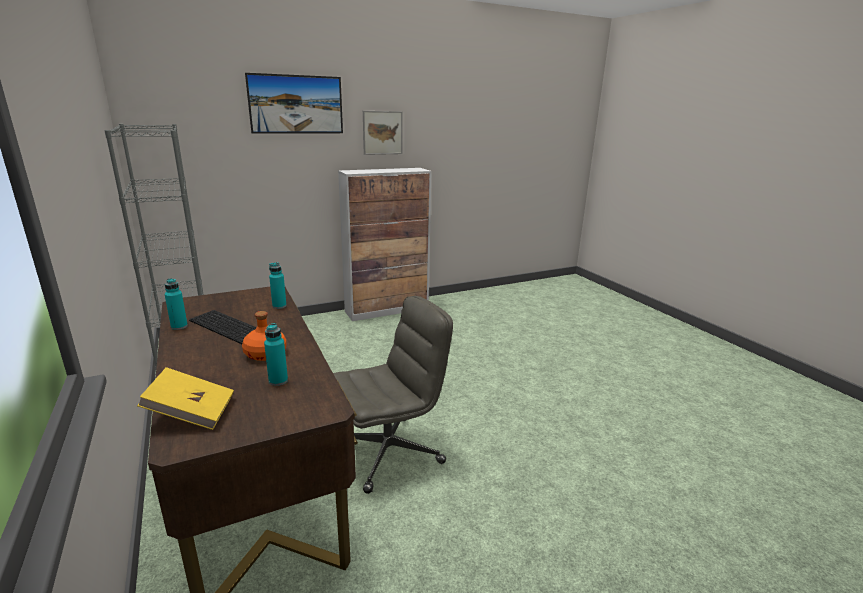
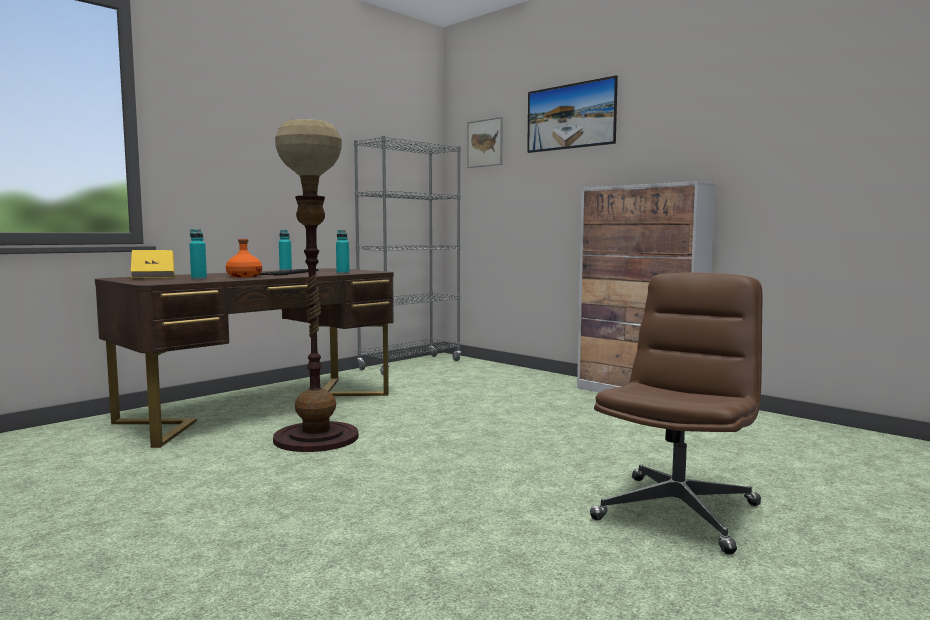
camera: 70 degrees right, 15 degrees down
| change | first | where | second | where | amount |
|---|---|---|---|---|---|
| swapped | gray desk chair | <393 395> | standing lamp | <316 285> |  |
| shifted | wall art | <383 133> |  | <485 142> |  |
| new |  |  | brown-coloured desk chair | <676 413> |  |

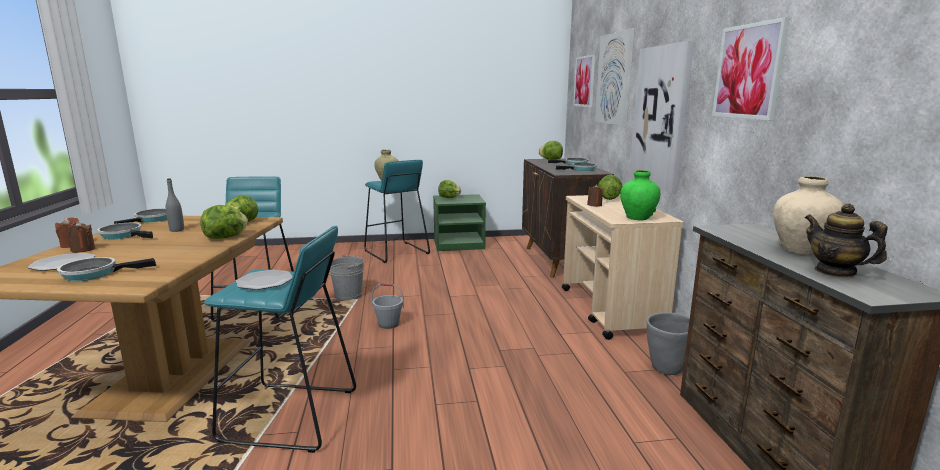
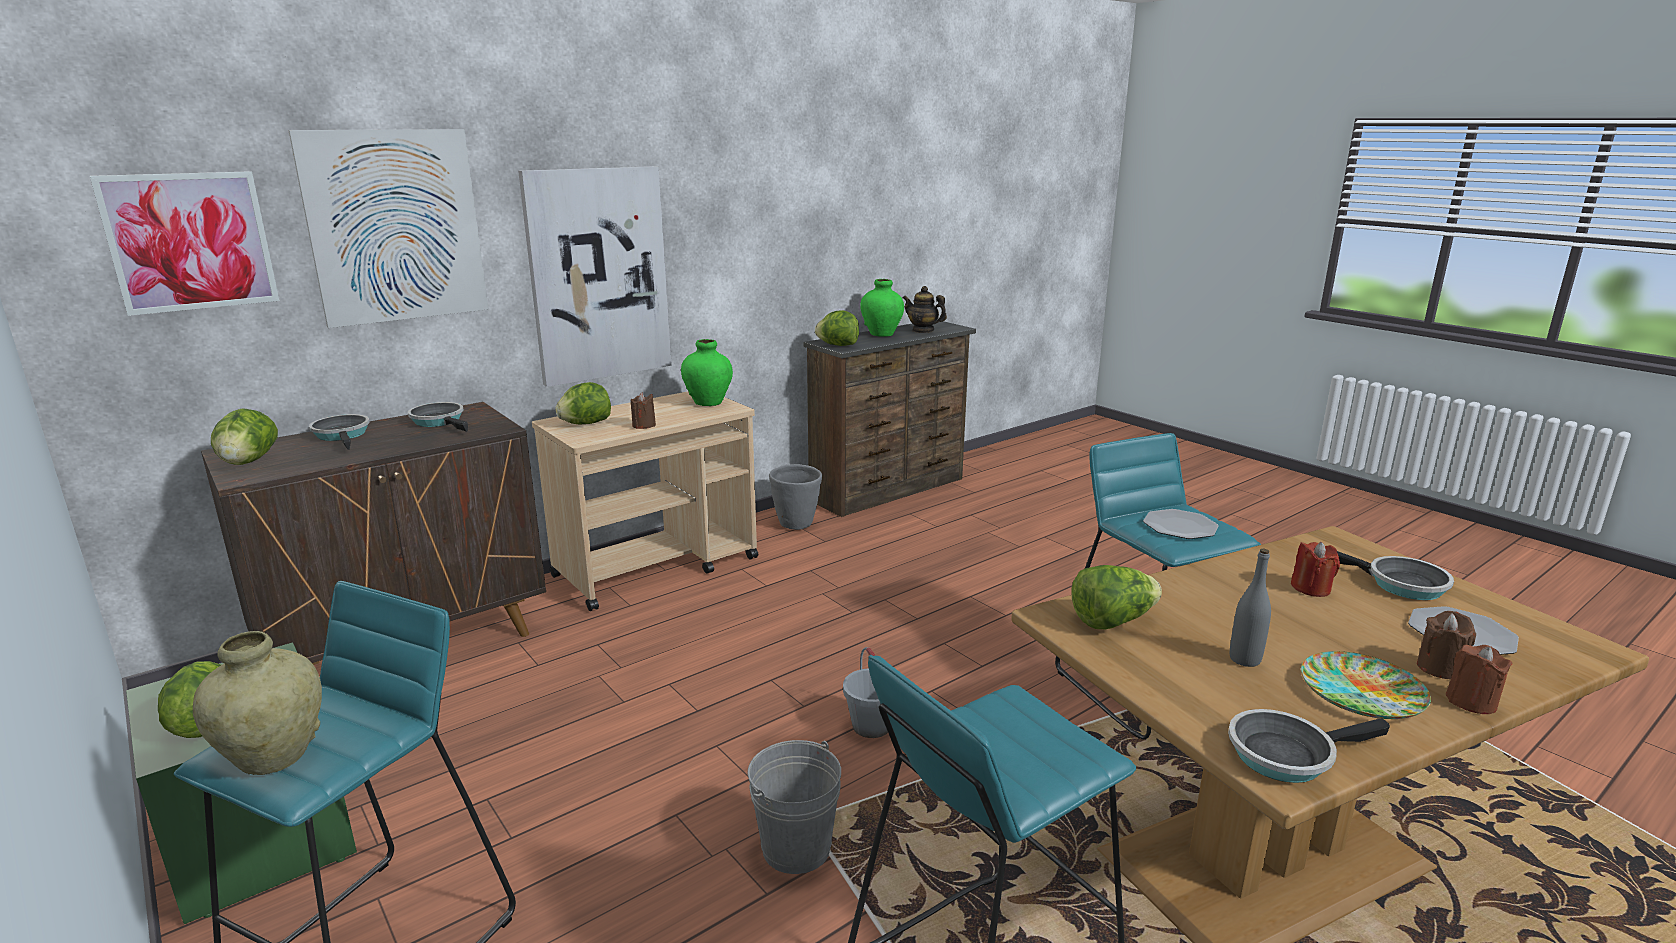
camera: 120 degrees left, 5 degrees up
| change | first | where | second | where | amount |
|---|---|---|---|---|---|
| shifted | head of lettuce | <224 222> |  | <837 328> |  |
| repainted | beige decorative vase | <808 215> | green-coloured decorative vase | <882 308> |  |
| rotated | pot for tea | <846 240> |  | <925 309> | 90 degrees clockwise |
| new |  |  | red wax candle | <1315 569> |  |
| swapped | frying pan | <125 231> | plate | <1366 685> |  |
| gone | wall art | <751 68> |  |  |  |

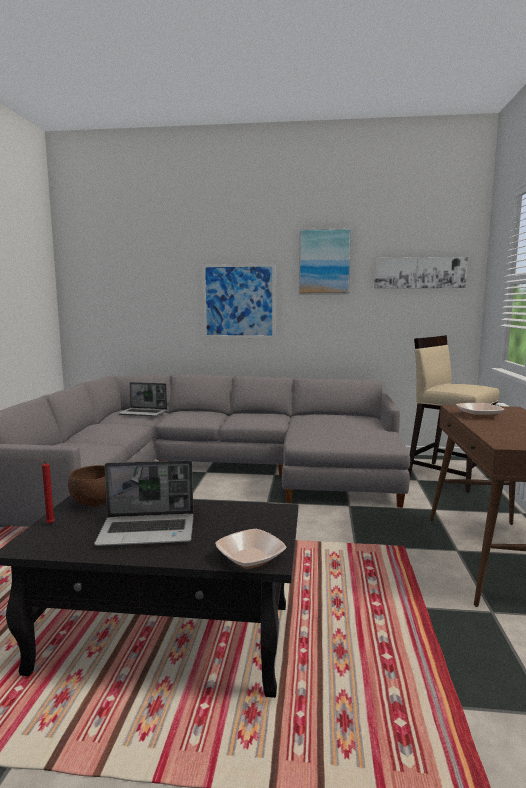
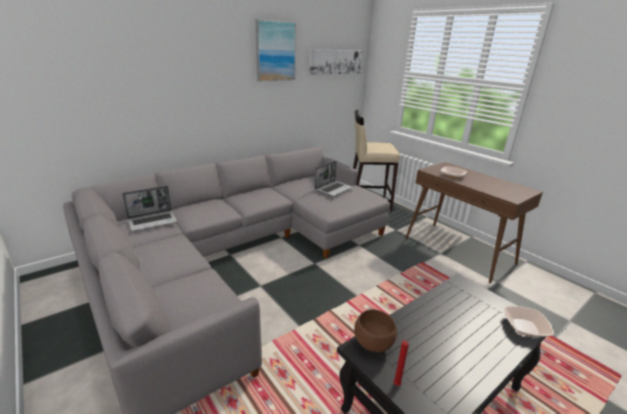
camera: 45 degrees left, 15 degrees up
| change | first | where | second | where | amount |
|---|---|---|---|---|---|
| shifted | portable computer | <144 503> |  | <334 178> |  |
| gone | wall art | <238 301> |  |  |  |

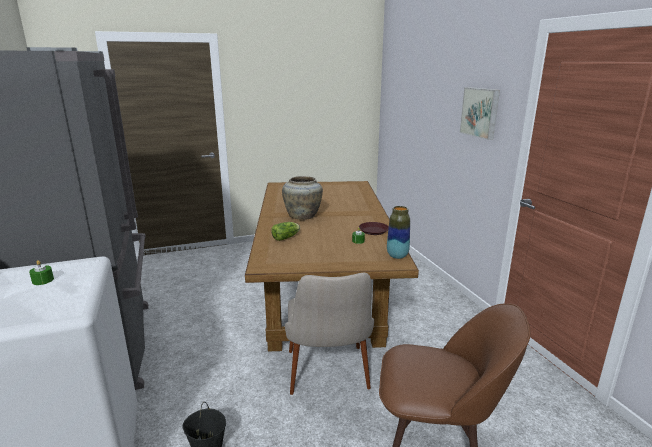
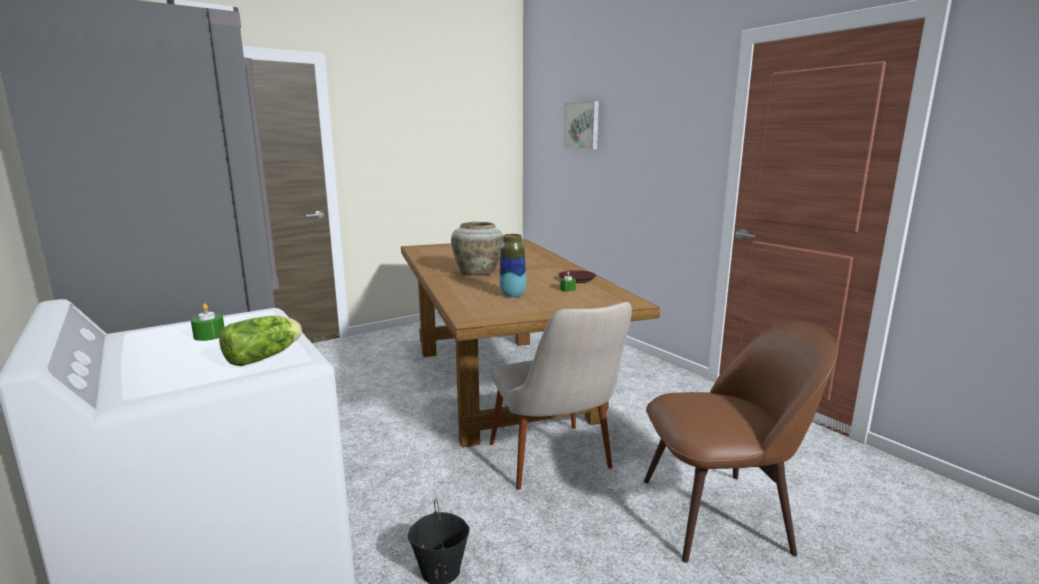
camera: 15 degrees left, 5 degrees down
| change | first | where | second | where | amount |
|---|---|---|---|---|---|
| shifted | head of lettuce | <285 231> |  | <260 341> |  |
| shifted | decorative vase | <398 232> |  | <512 265> |  |
| shifted | wall art | <479 113> |  | <581 125> |  |

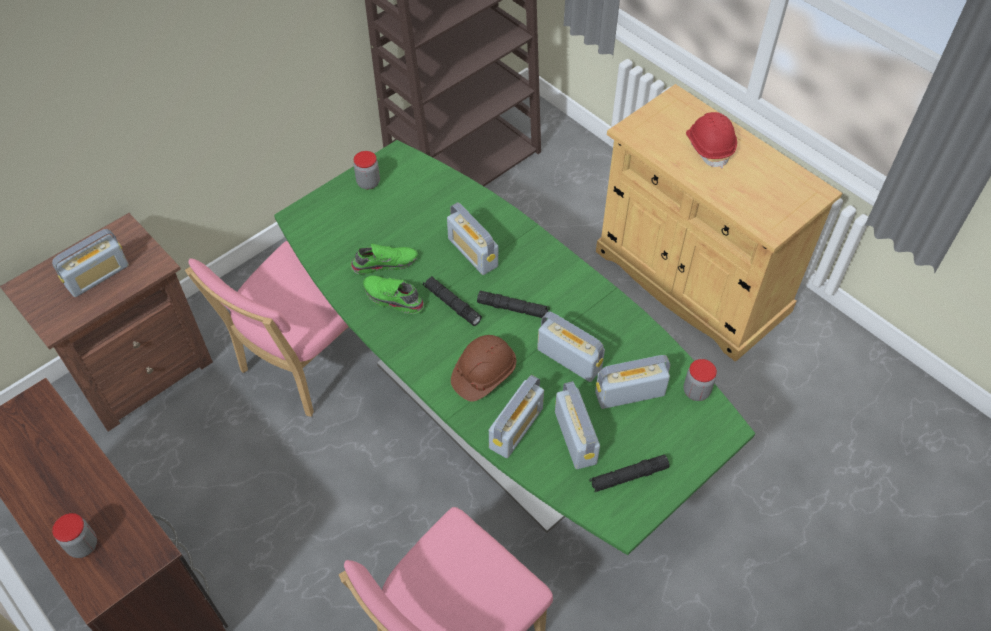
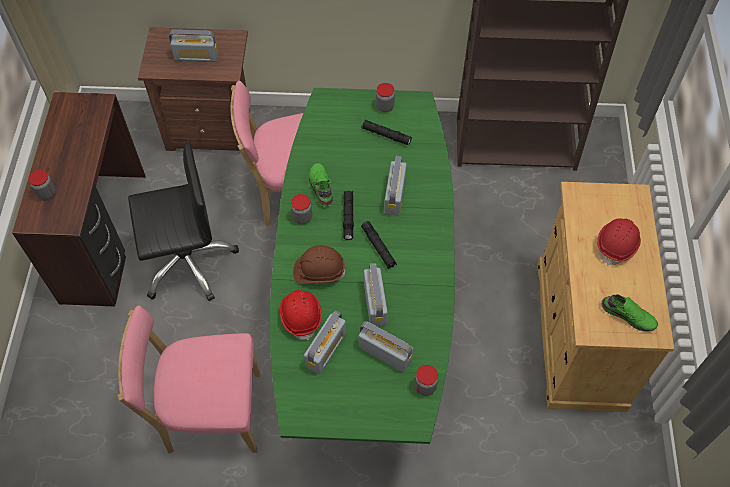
camera: 45 degrees right, 5 degrees up
| change | first | where | second | where | amount |
|---|---|---|---|---|---|
| new |  |  | blackish desk chair | <183 221> |  |
| swapped | radio set | <516 416> | red safety helmet | <301 315> |  |
| new |  |  | storage jar | <301 209> |  |
| shifted | blackish torch | <629 474> |  | <386 132> |  |
| shifted | green-coloured item of footwear | <384 259> |  | <629 312> |  |

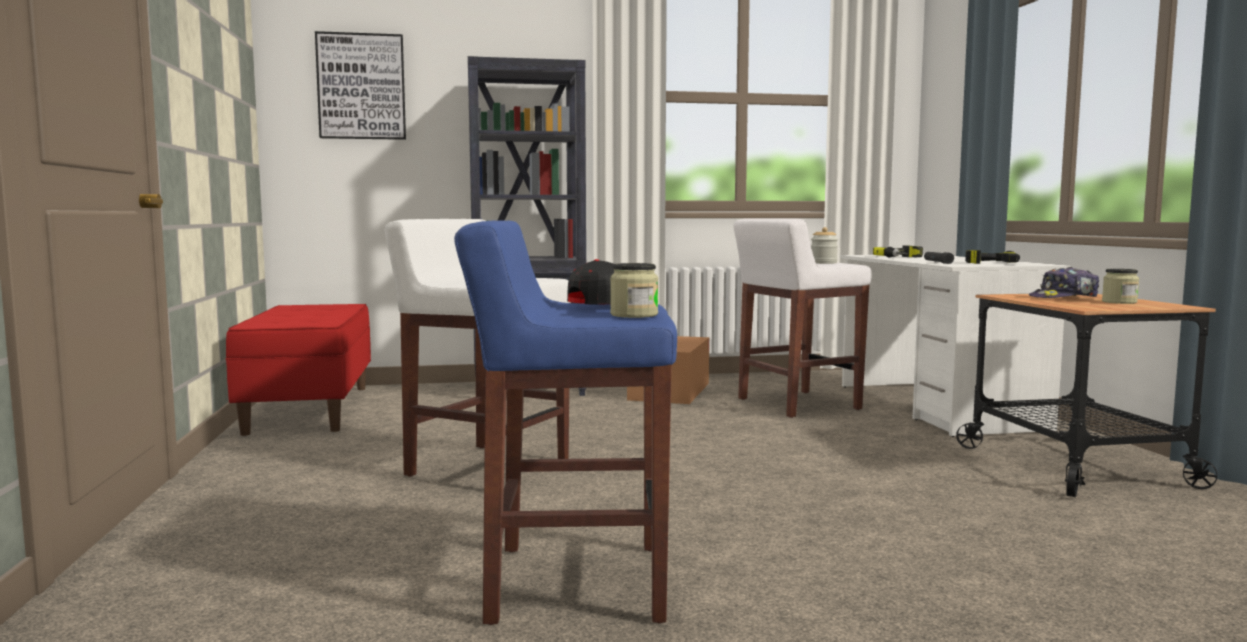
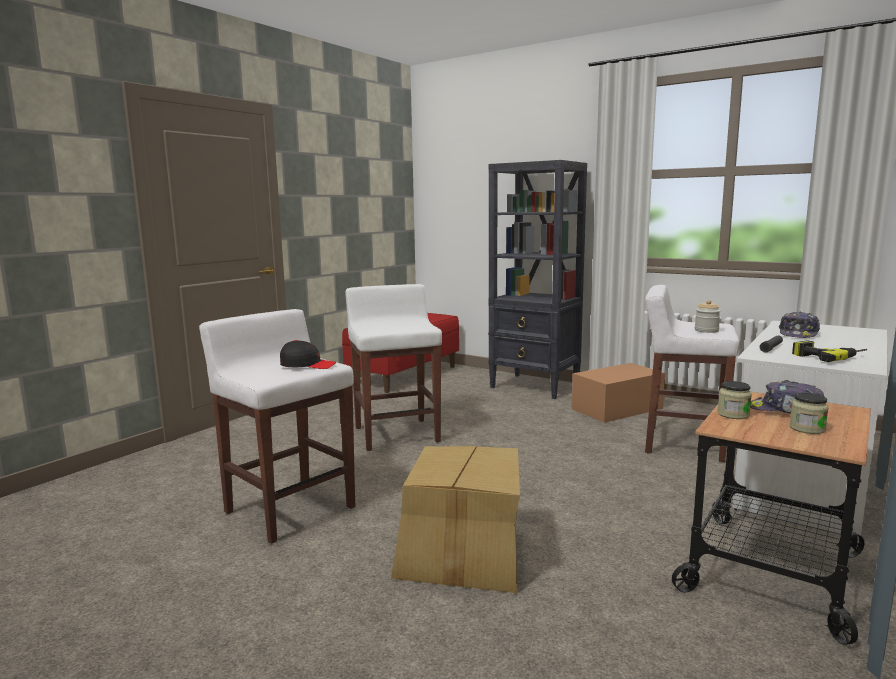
camera: 45 degrees right, 5 degrees up
| change | first | where | second | where | amount |
|---|---|---|---|---|---|
| repainted | blue stool seat | <565 422> | whitish stool seat | <277 426> |  |
| new |  |  | packing box | <455 519> |  |
| shifted | storage jar | <634 290> |  | <734 400> |  |
| swapped | power drill | <898 251> | peaked cap | <799 324> |  |
| gone | wall art | <360 85> |  |  |  |

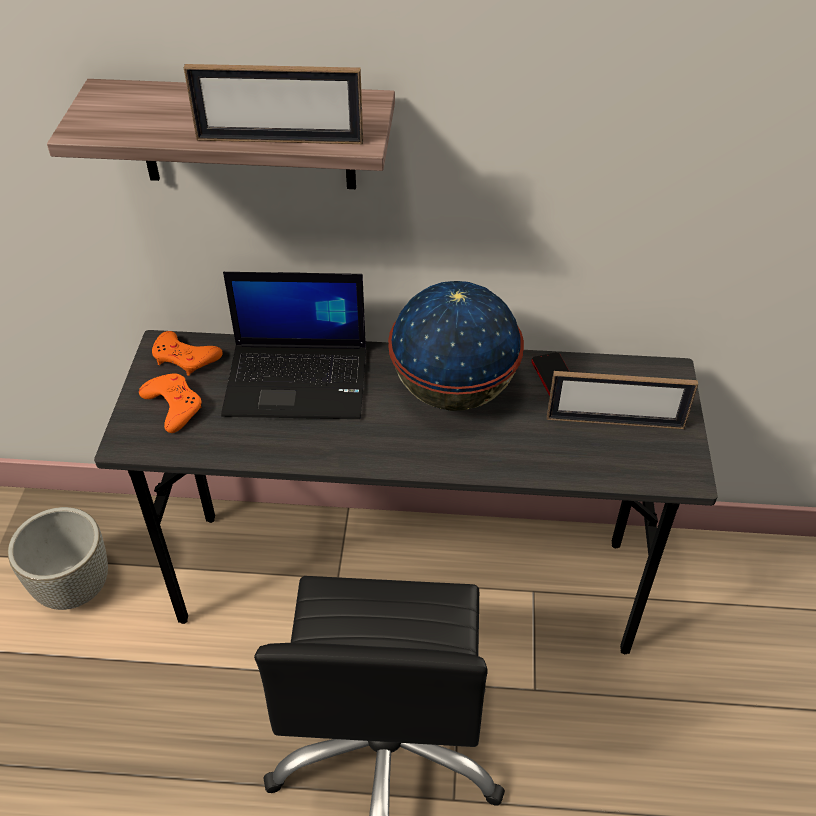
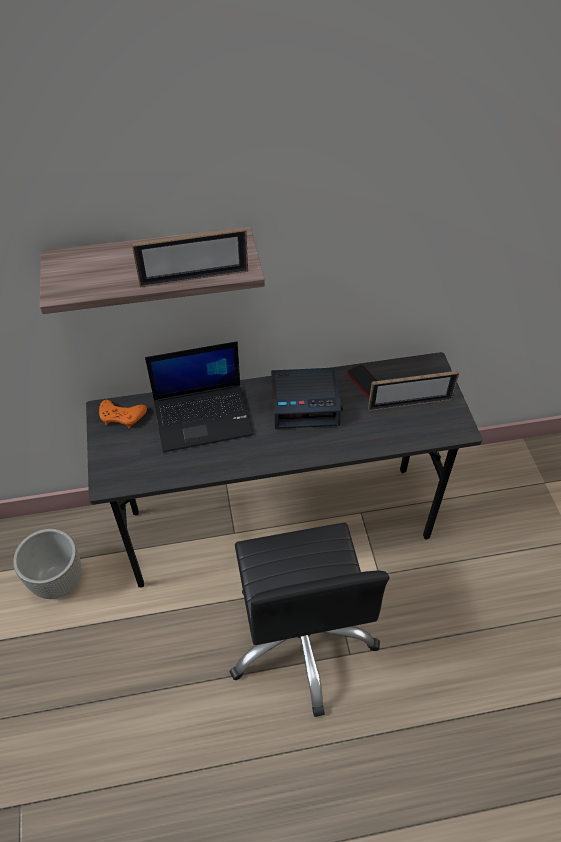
camera: 15 degrees left, 5 degrees up
| change | first | where | second | where | amount |
|---|---|---|---|---|---|
| swapped | world globe | <456 346> | alarm clock | <307 398> |  |
| gone | orange joypad | <170 403> |  |  |  |

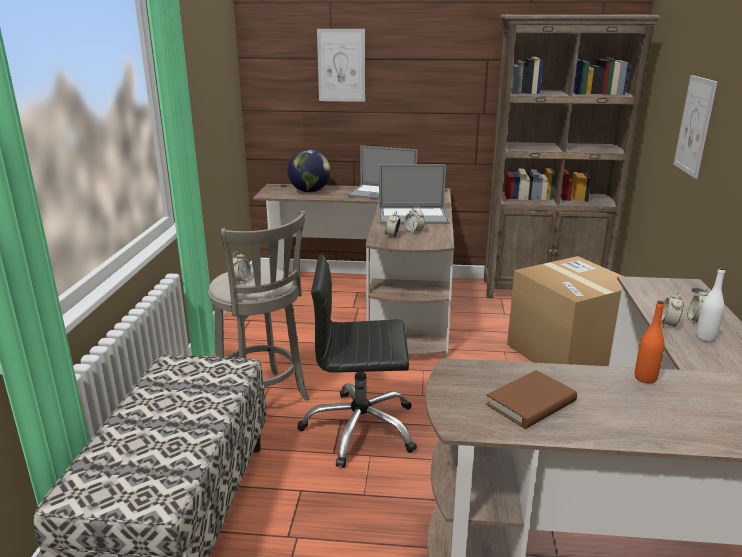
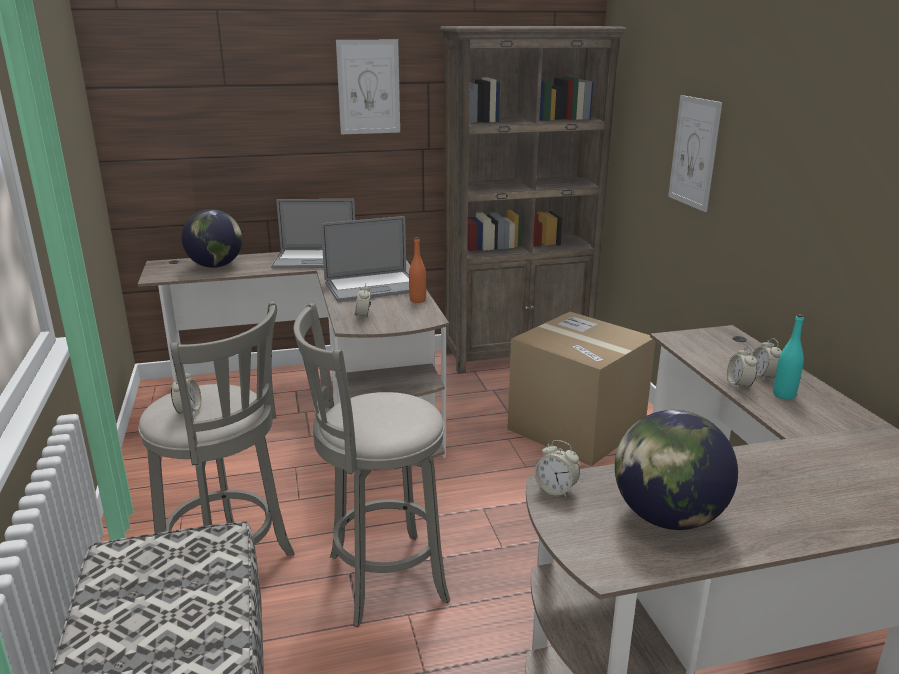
camera: 20 degrees left, 0 degrees up
| change | first | where | second | where | amount |
|---|---|---|---|---|---|
| swapped | blackish desk chair | <357 361> | gray stool seat | <372 465> |  |
| shifted | wall art | <341 65> |  | <368 87> |  |
| shifted | orange drink bottle | <650 341> |  | <417 270> |  |
| shifted | alarm clock | <414 219> |  | <557 469> |  |
| swapped | brown-coloured bound book | <531 399> | world globe | <676 470> |  |
| repainted | whitish drink bottle | <710 304> | turquoise drink bottle | <788 356> |  |

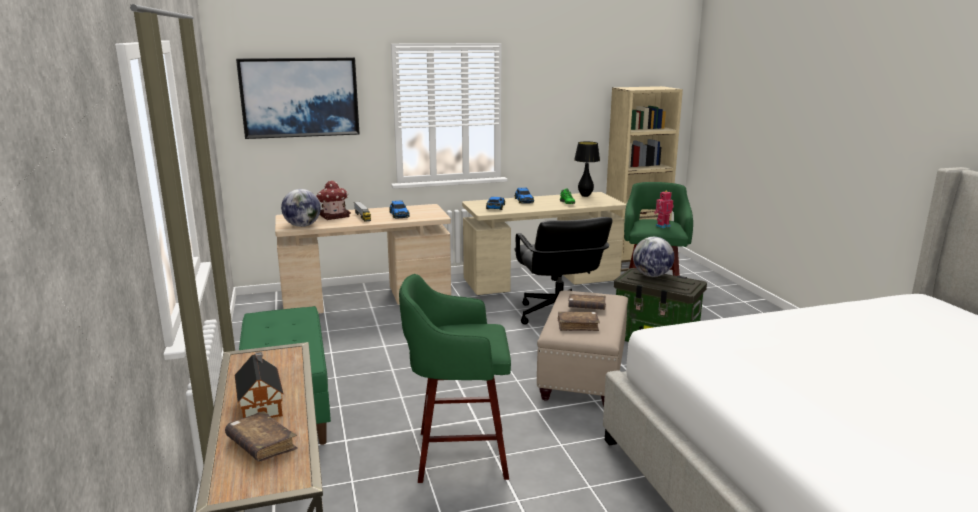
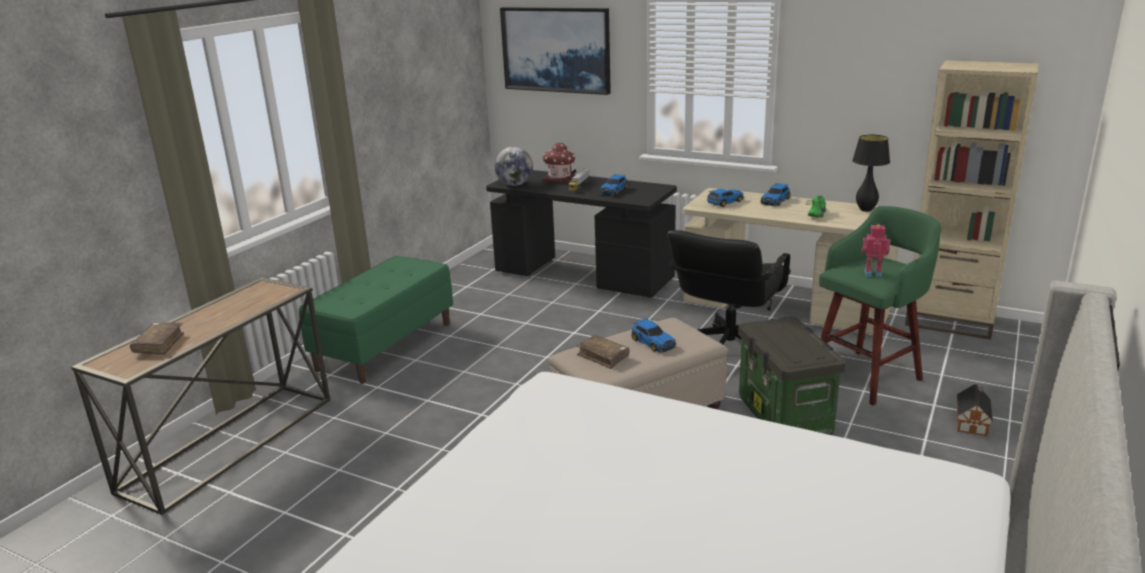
camera: 45 degrees right, 5 degrees up
| change | first | where | second | where | amount |
|---|---|---|---|---|---|
| repainted | beige desk table | <363 259> | blackish desk table | <581 234> |  |
| swapped | brown-coloured bound book | <587 302> | miniature car | <653 335> |  |
| shifted | model house | <259 385> |  | <975 410> |  |
| gone | green-coloured stool seat | <455 378> |  |  |  |
| gone | world globe | <653 257> |  |  |  |

